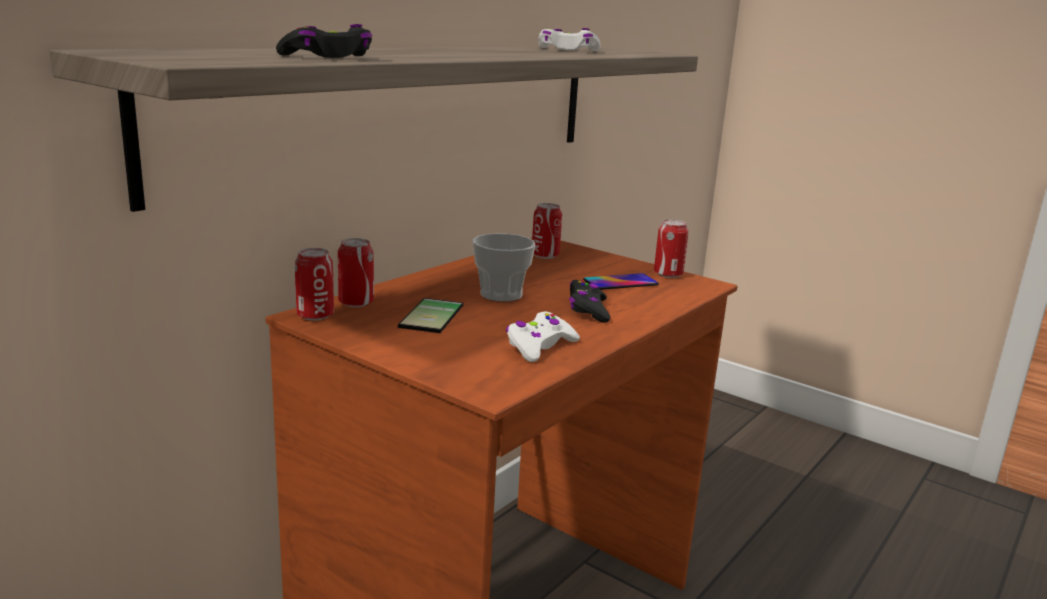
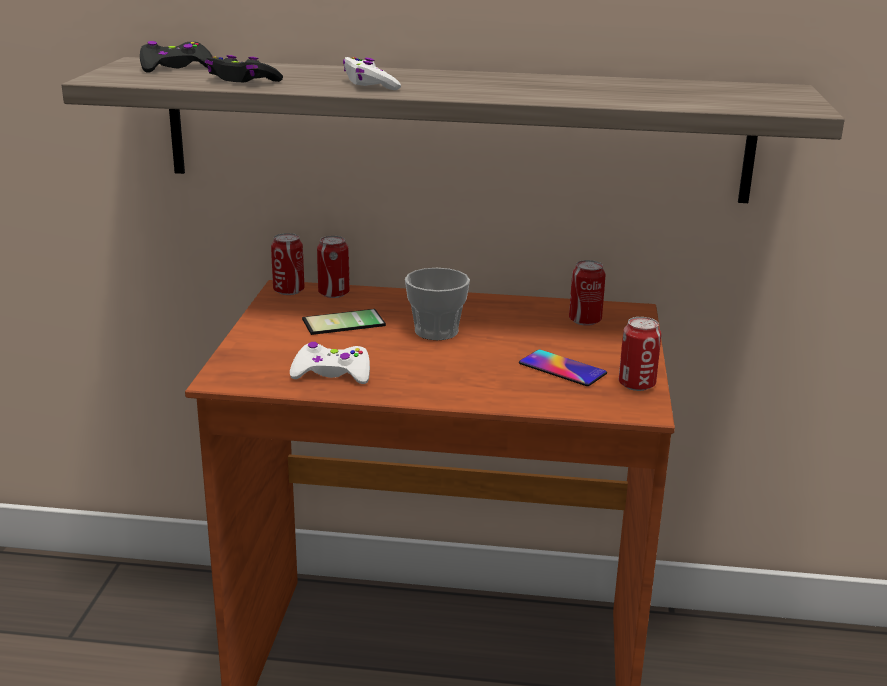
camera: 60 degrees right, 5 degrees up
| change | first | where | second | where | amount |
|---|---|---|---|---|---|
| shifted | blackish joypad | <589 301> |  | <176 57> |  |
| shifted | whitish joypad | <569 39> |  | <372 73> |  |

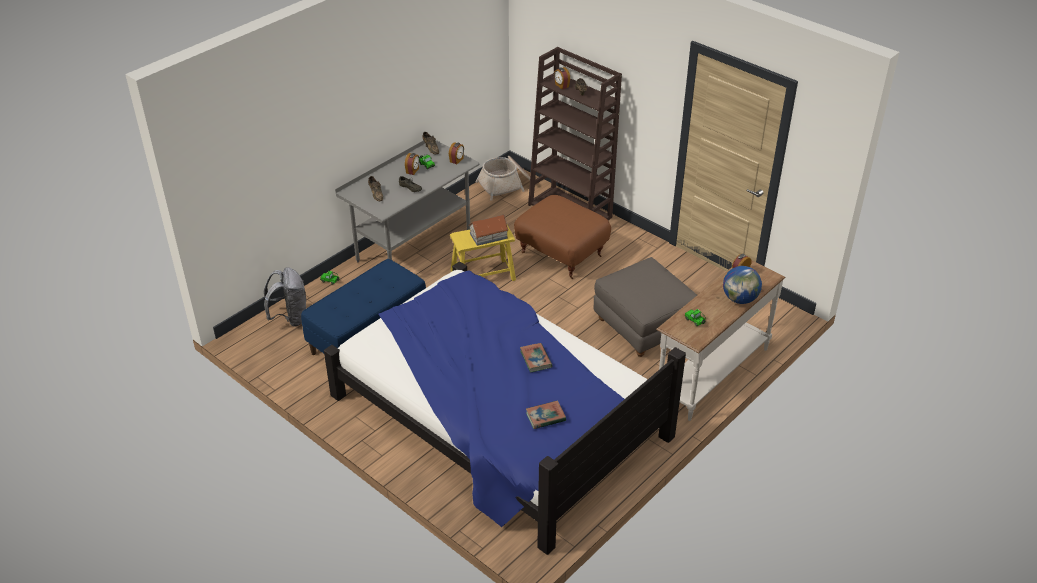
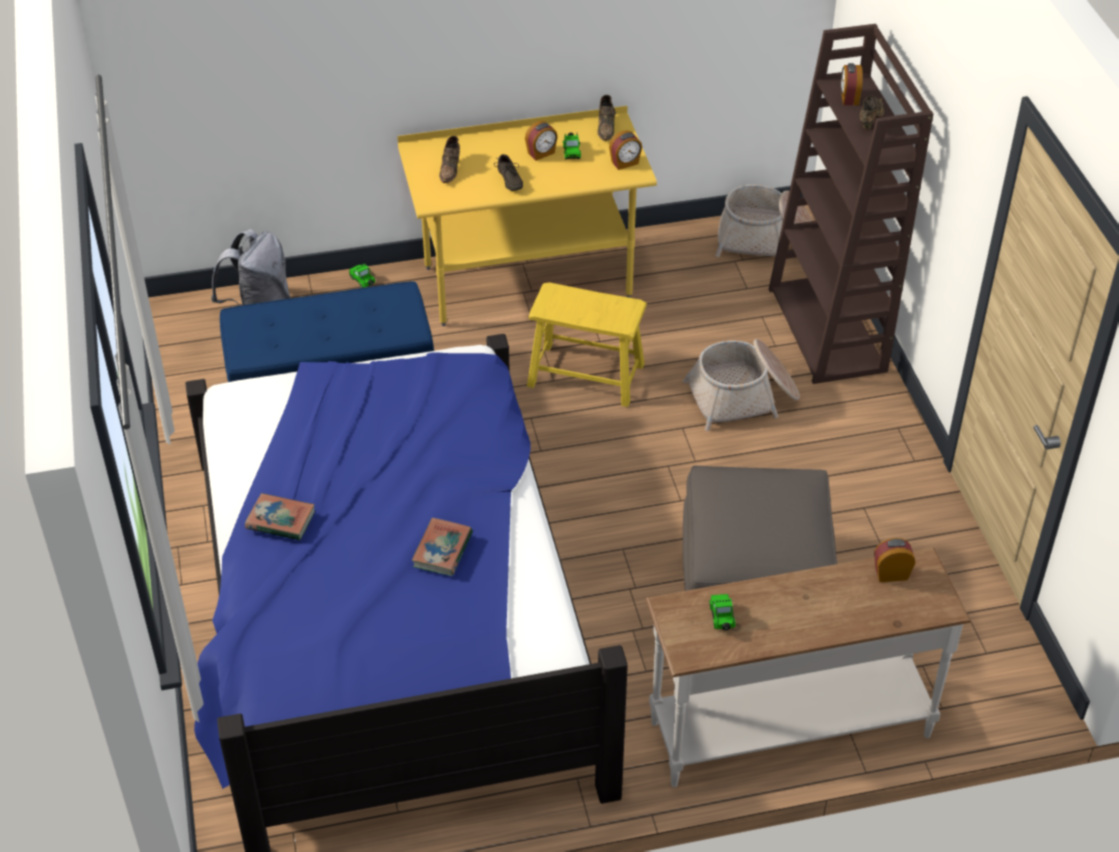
camera: 35 degrees right, 5 degrees up
| change | first | where | second | where | amount |
|---|---|---|---|---|---|
| shifted | bound book | <546 415> |  | <280 516> |  |
| repainted | gray desk table | <407 198> | yellowish desk table | <527 216> |  |
| swapped | brown-coloured pouffe | <562 237> | basket | <741 385> |  |
| gone | model house | <489 230> |  |  |  |
| gone | world globe | <742 285> |  |  |  |

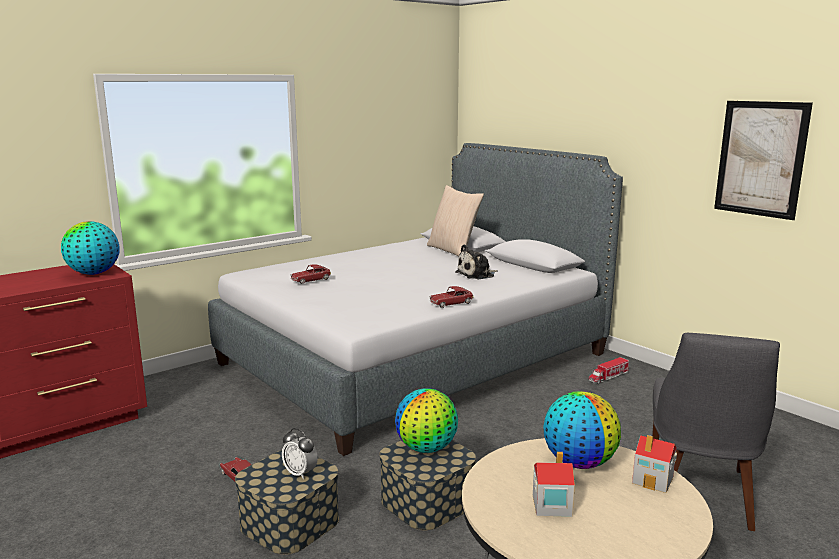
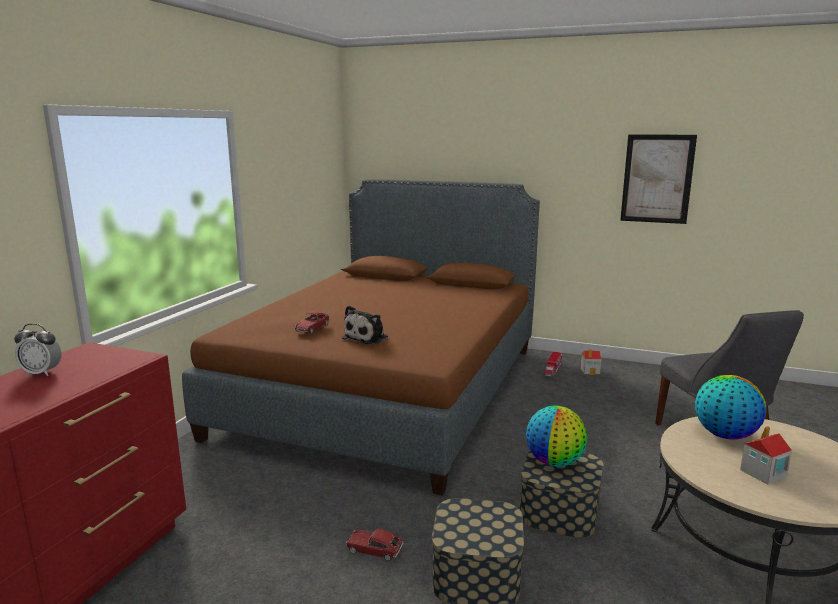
camera: 30 degrees left, 0 degrees up
| change | first | where | second | where | amount |
|---|---|---|---|---|---|
| shifted | alarm clock | <300 453> |  | <37 349> |  |
| repainted | gray bedroom bed | <415 299> | brown-coloured bedroom bed | <361 337> |  |
| shifted | cuddly toy | <476 261> |  | <365 325> |  |
| shifted | model house | <654 464> |  | <591 362> |  |
| gone | world globe | <90 248> |  |  |  |
| gone | beige cushion | <455 221> |  |  |  |
| gone | miniature car | <452 297> |  |  |  |

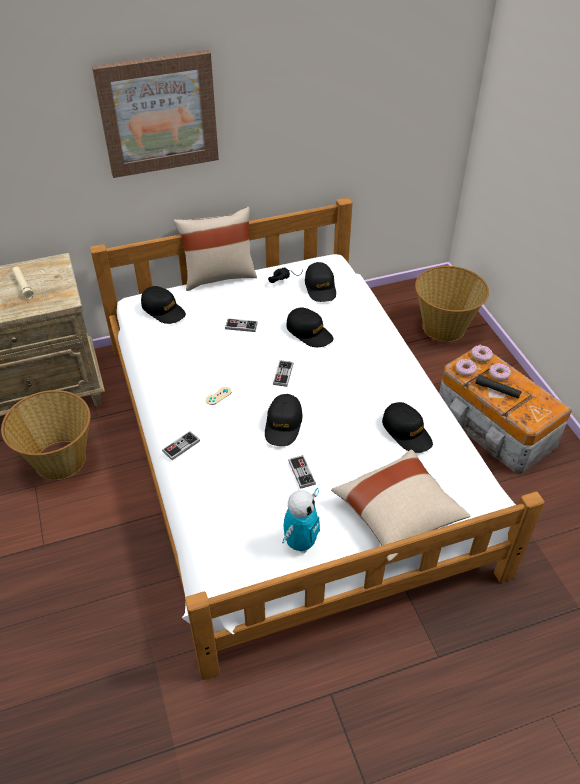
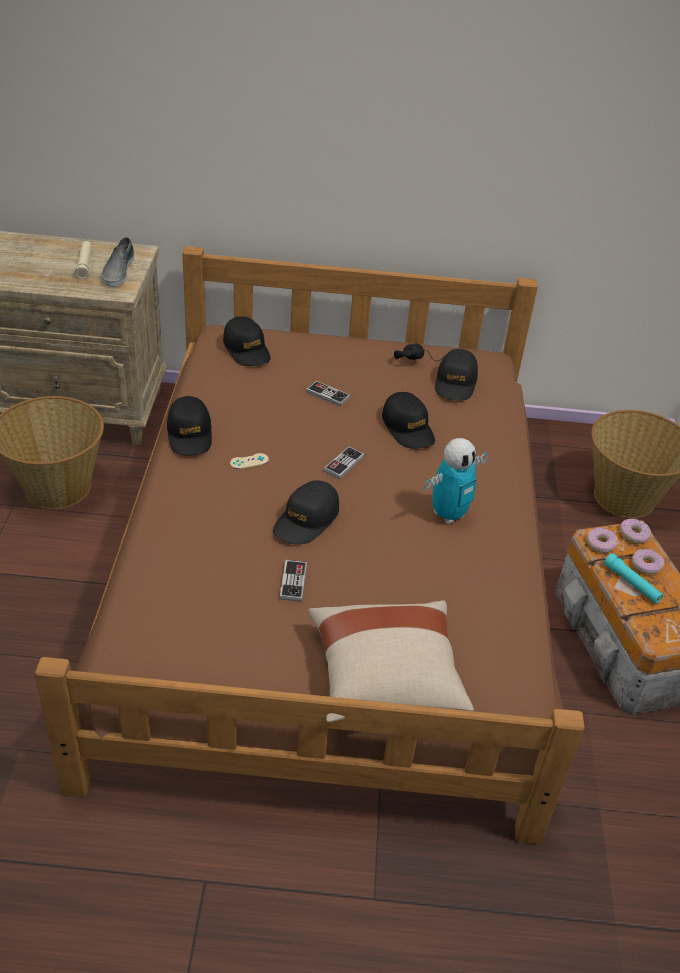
camera: 20 degrees right, 5 degrees down
| change | first | where | second | where | amount |
|---|---|---|---|---|---|
| repainted | whitish bedroom bed | <317 438> | brown-coloured bedroom bed | <310 545> |  |
| new |  |  | gray item of footwear | <118 262> |  |
| shifted | blackish peaked cap | <407 427> |  | <189 425> |  |
| shifted | robot figure | <301 520> |  | <456 481> |  |
| repainted | blackish torch | <498 386> | turquoise torch | <633 578> |  |
| gone | wall art | <155 114> |  |  |  |
| gone | joypad | <181 445> |  |  |  |
| gone | beige cushion | <215 249> |  |  |  |

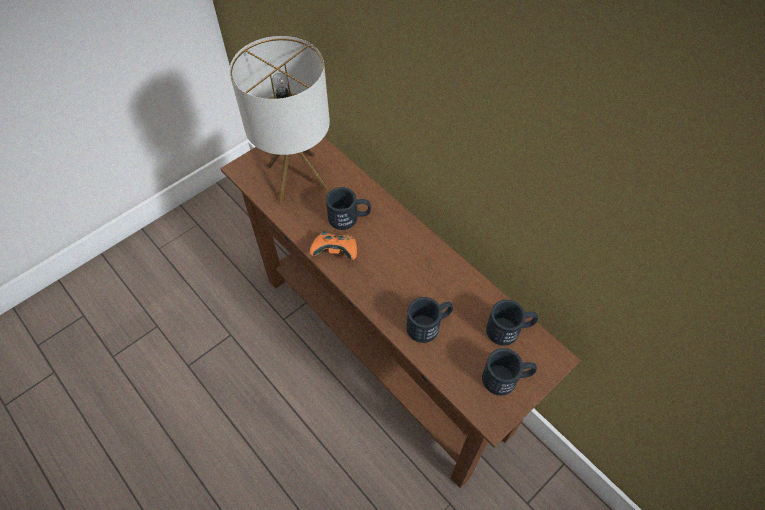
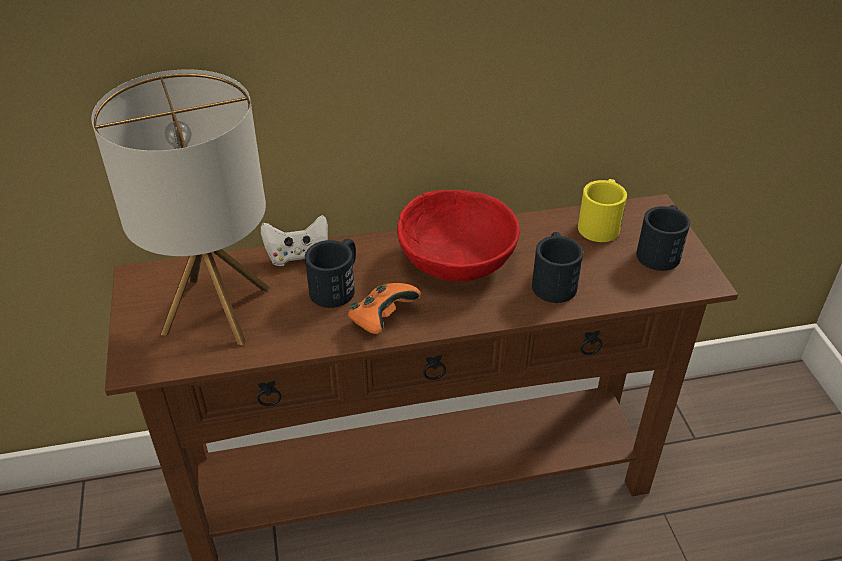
camera: 60 degrees left, 15 degrees down
| change | first | where | second | where | amount |
|---|---|---|---|---|---|
| new |  |  | whitish joypad | <294 240> |  |
| new |  |  | red deep dish | <458 235> |  |
| repainted | blackish tea mug | <512 323> | yellowish tea mug | <602 210> |  |

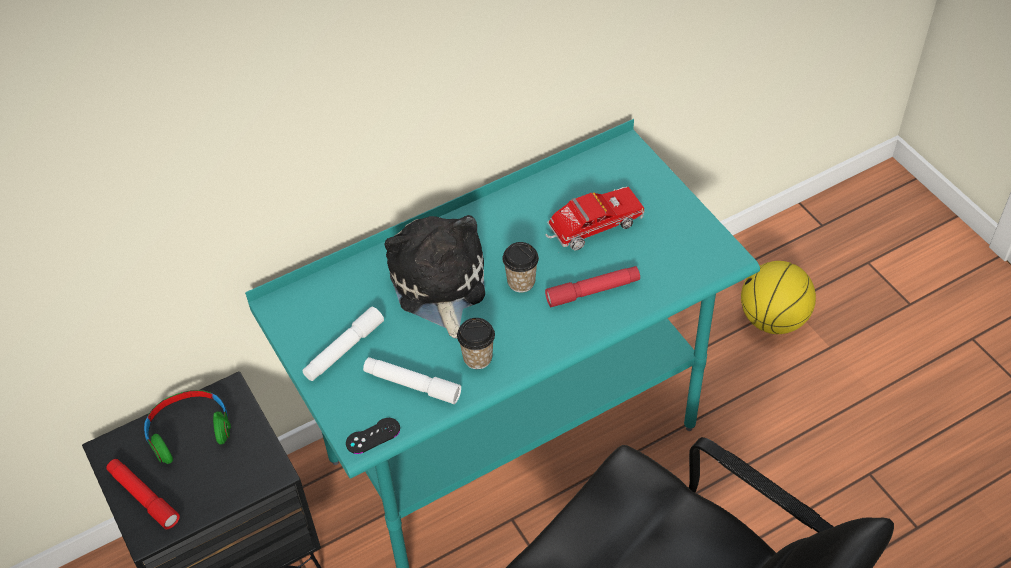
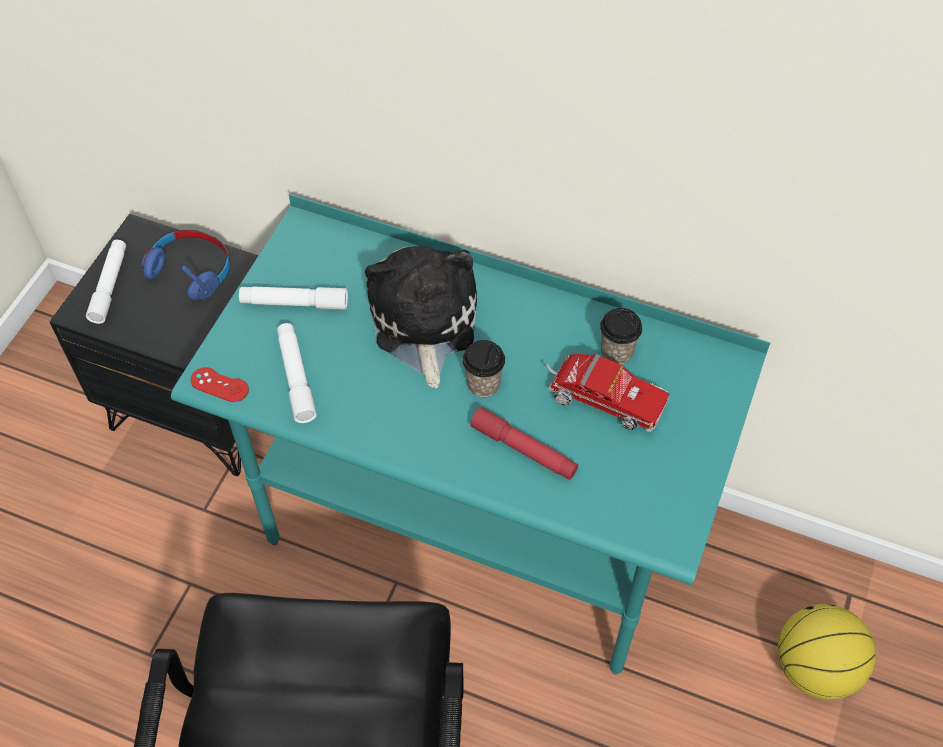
camera: 50 degrees right, 5 degrees up
| change | first | where | second | where | amount |
|---|---|---|---|---|---|
| repainted | red torch | <143 494> | whitish torch | <106 282> |  |
| repainted | green-coloured pair of headphones | <187 427> | blue pair of headphones | <186 265> |  |
| repainted | blackish joypad | <373 436> | red joypad | <220 384> |  |
| rotated | cuddly toy | <434 276> |  | <421 316> | 45 degrees counterclockwise |
| shifted | small cup | <476 343> |  | <621 336> |  |

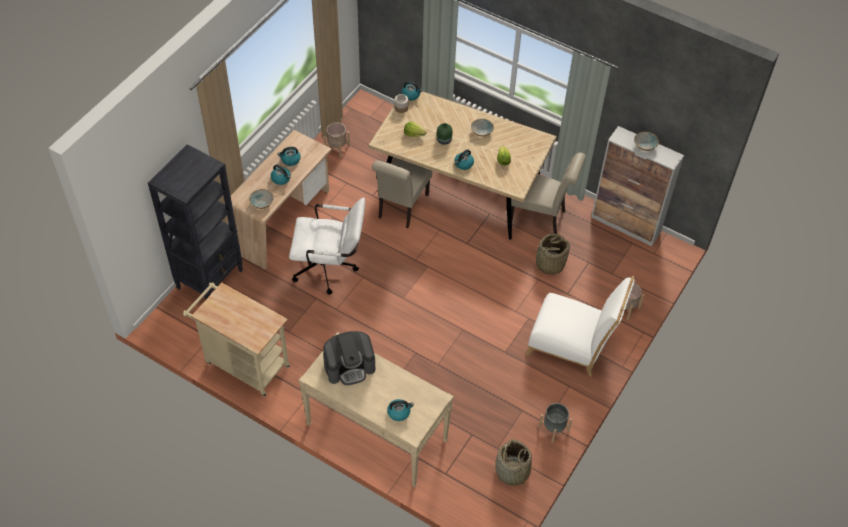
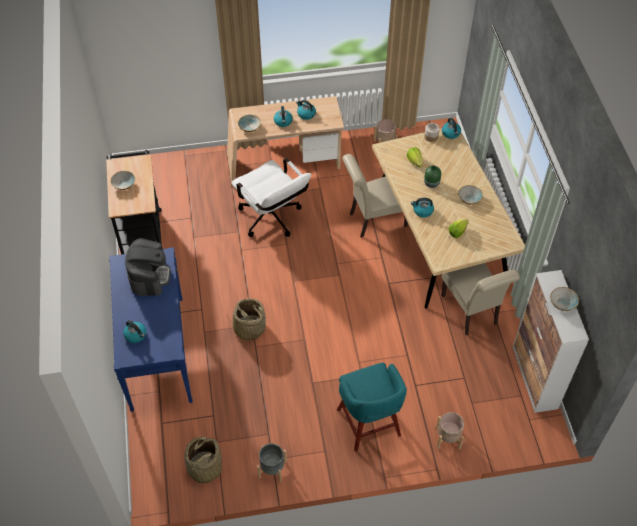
camera: 50 degrees right, 0 degrees up
| change | first | where | second | where | amount |
|---|---|---|---|---|---|
| repainted | beige wheeled cart | <236 339> | blackish wheeled cart | <134 202> |  |
| repainted | beige hall table | <376 410> | blue hall table | <150 329> |  |
| new |  |  | deep dish | <123 180> |  |
| rotated | coffee maker | <349 358> |  | <148 267> | 120 degrees counterclockwise |
| shifted | basket | <553 254> |  | <248 319> |  |
| swapped | whitish chair | <580 326> | turquoise stool seat | <372 407> |  |
| gone | blackish bookshelf | <195 222> |  |  |  |

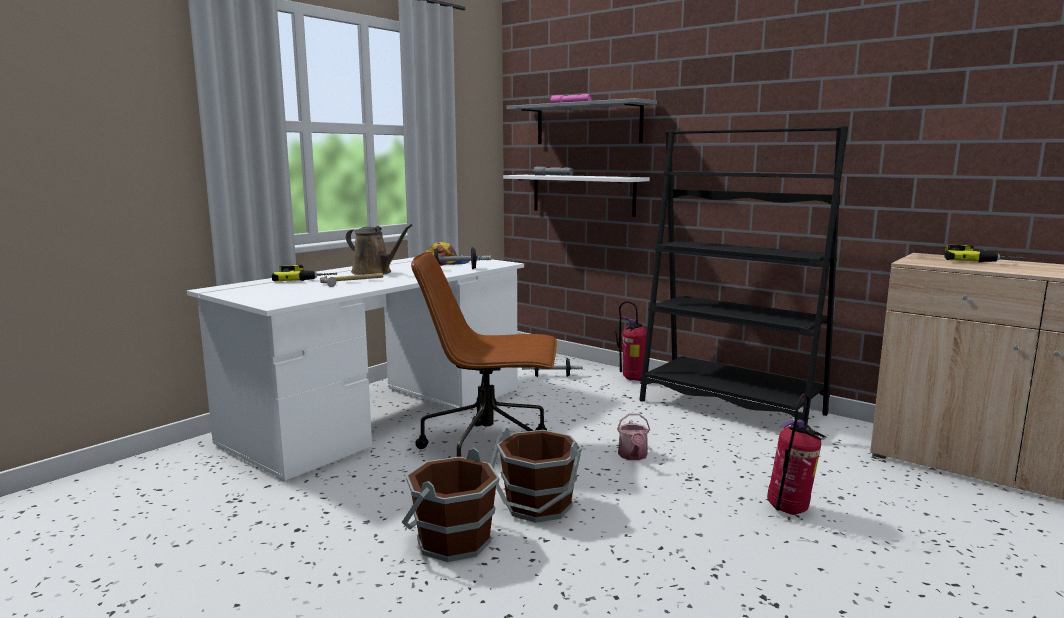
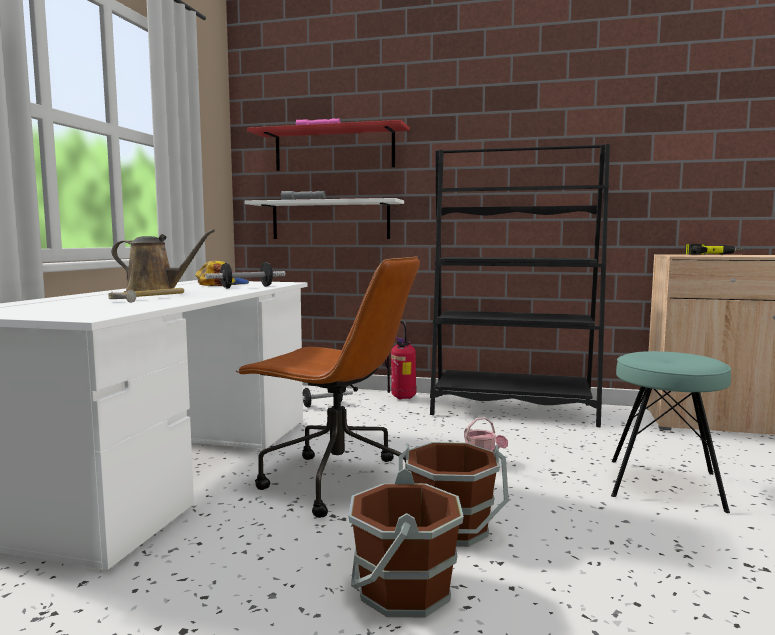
camera: 25 degrees left, 5 degrees down
| change | first | where | second | where | amount |
|---|---|---|---|---|---|
| rotated | brown-coloured desk chair | <484 354> |  | <328 387> | 135 degrees counterclockwise |
| repainted | gray bracket shelf | <581 121> | red bracket shelf | <328 145> |  |
| swapped | fire-fighting cylinder | <796 454> | turquoise stool seat | <671 432> |  |
| gone | power drill | <304 273> |  |  |  |

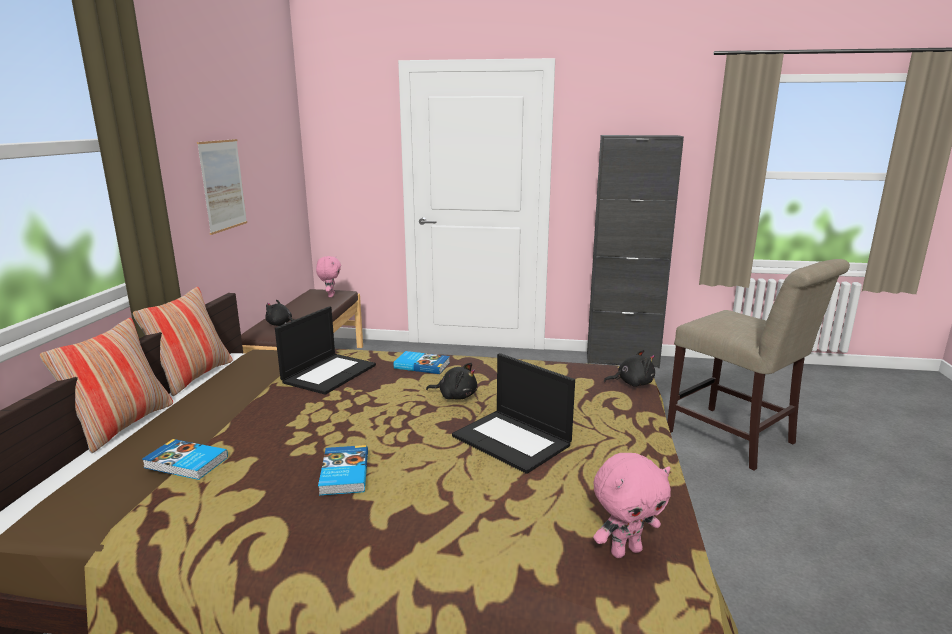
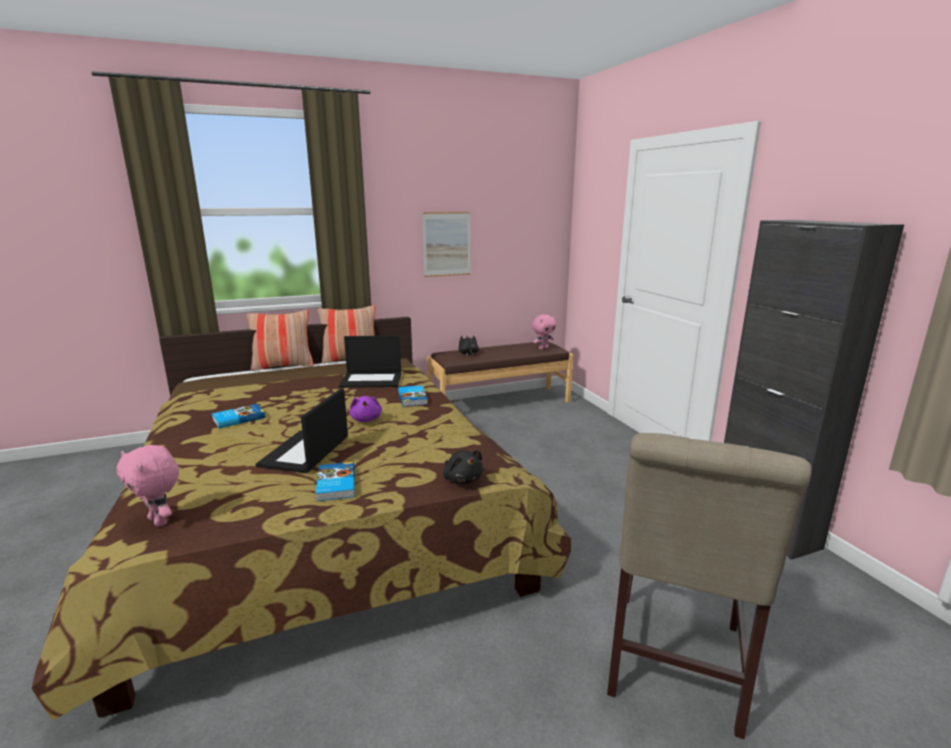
camera: 60 degrees right, 0 degrees up
| change | first | where | second | where | amount |
|---|---|---|---|---|---|
| shifted | bound book | <185 459> |  | <335 481> |  |
| repainted | blackish cuddly toy | <451 381> | purple-coloured cuddly toy | <365 409> |  |

